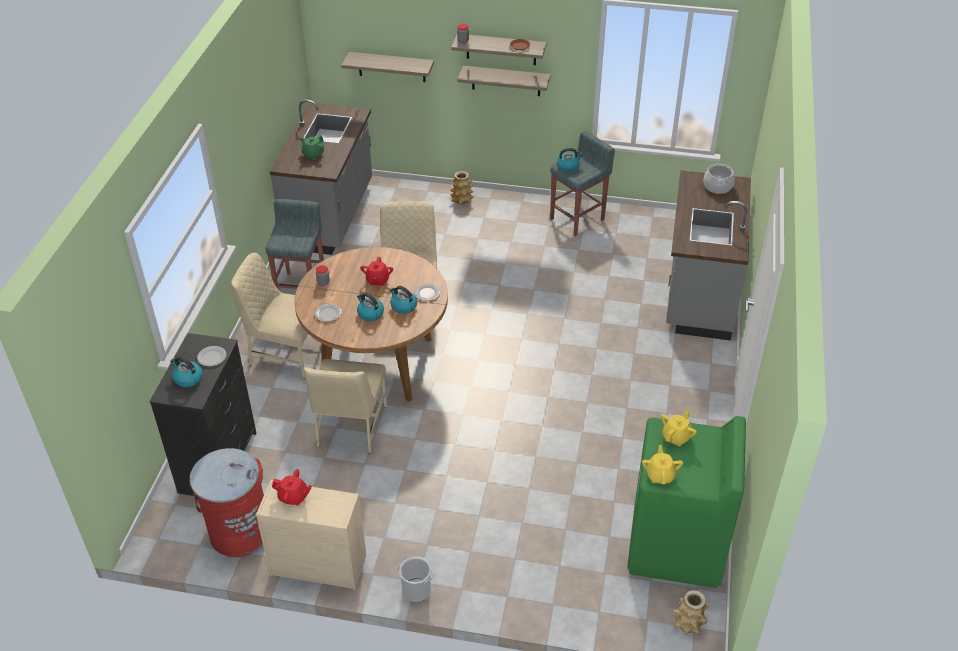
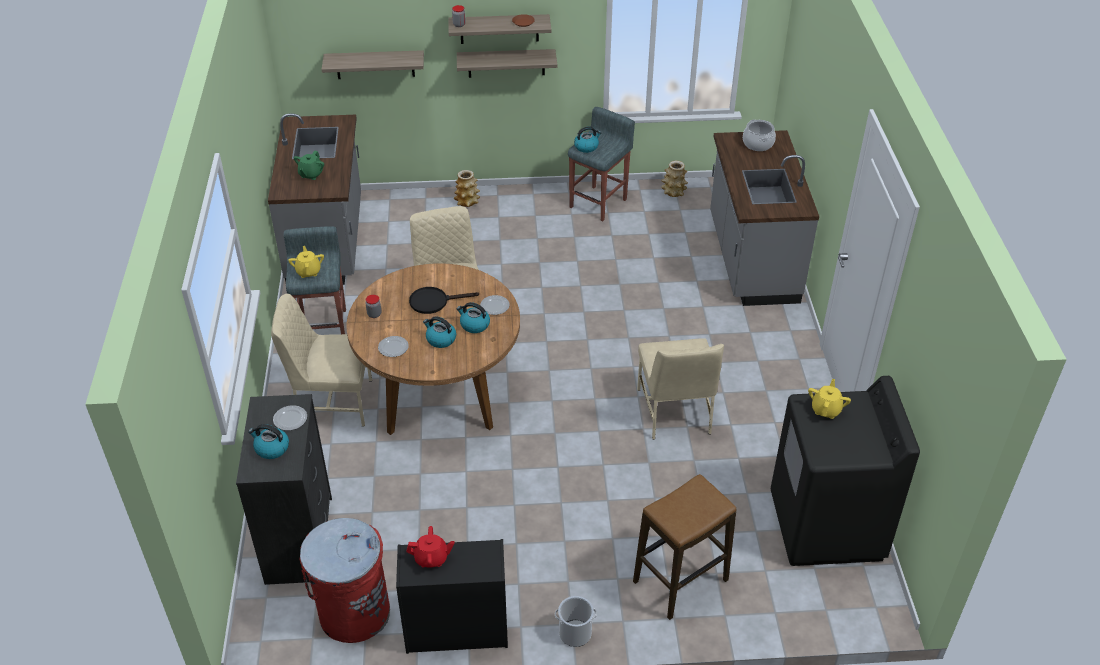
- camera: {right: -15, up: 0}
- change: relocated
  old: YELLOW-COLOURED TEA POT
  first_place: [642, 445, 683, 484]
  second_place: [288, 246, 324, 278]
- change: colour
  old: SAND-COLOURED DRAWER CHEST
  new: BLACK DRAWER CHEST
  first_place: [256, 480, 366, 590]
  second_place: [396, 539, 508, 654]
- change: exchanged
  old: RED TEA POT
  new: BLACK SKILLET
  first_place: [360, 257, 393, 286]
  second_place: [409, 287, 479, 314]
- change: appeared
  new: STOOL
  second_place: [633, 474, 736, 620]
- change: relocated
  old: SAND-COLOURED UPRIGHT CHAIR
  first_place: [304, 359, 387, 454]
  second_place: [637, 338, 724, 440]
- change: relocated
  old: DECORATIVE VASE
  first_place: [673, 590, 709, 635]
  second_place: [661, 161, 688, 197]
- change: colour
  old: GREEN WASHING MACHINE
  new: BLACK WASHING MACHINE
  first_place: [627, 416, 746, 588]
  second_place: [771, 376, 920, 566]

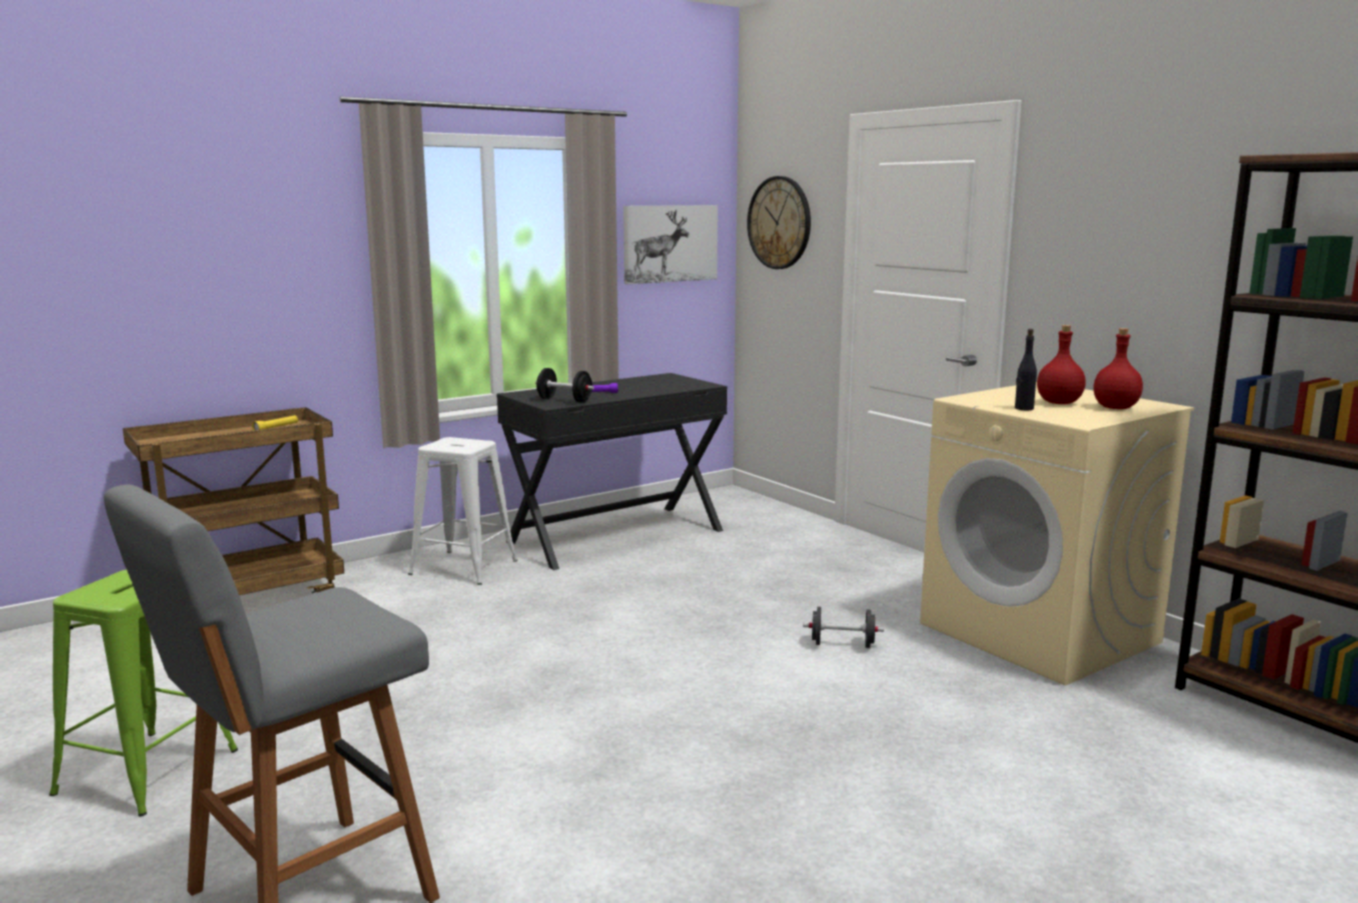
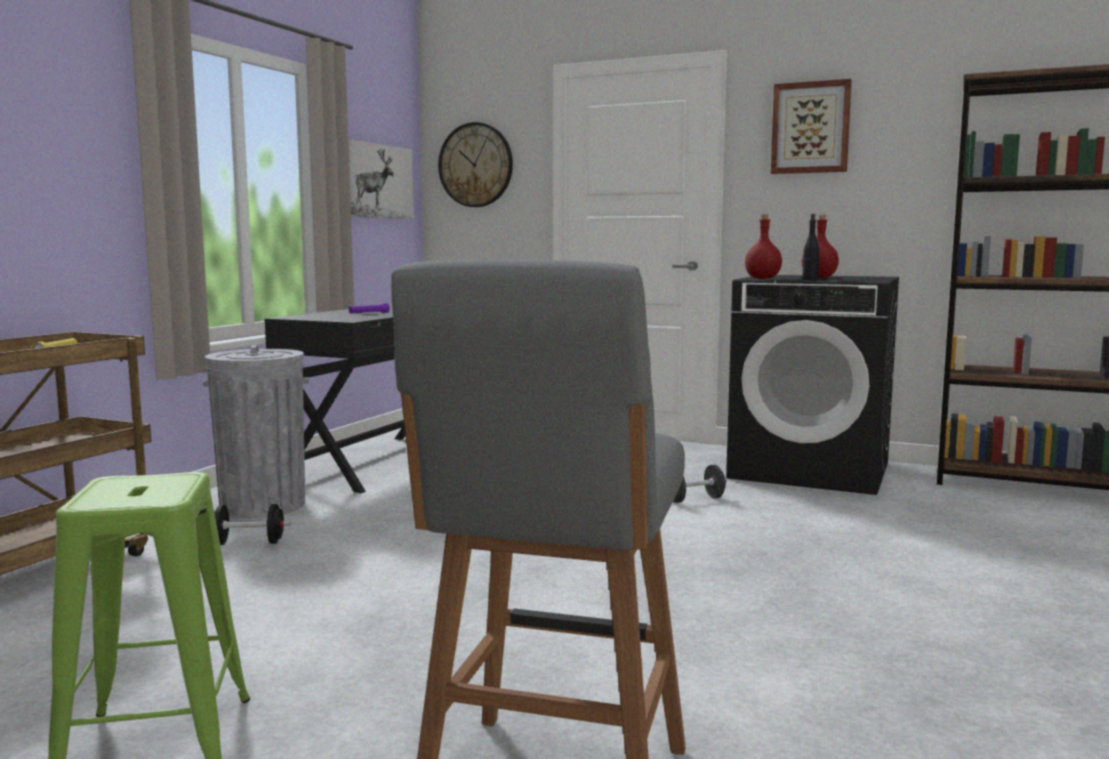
- camera: {right: -30, up: -5}
- change: exchanged
  old: WHITISH STOOL
  new: GRAY WASTE BIN
  first_place: [408, 437, 518, 585]
  second_place: [203, 345, 309, 518]
- change: relocated
  old: BLACK FREE WEIGHT
  first_place: [535, 368, 594, 403]
  second_place: [214, 504, 291, 545]
- change: colour
  old: SAND-COLOURED WASHING MACHINE
  new: BLACK WASHING MACHINE
  first_place: [920, 382, 1194, 686]
  second_place: [726, 275, 899, 495]
- change: relocated
  old: RED DRINK BOTTLE
  first_place: [1093, 328, 1143, 409]
  second_place: [745, 214, 782, 279]
- change: appeared
  new: WALL PICTURE
  second_place: [771, 79, 852, 174]

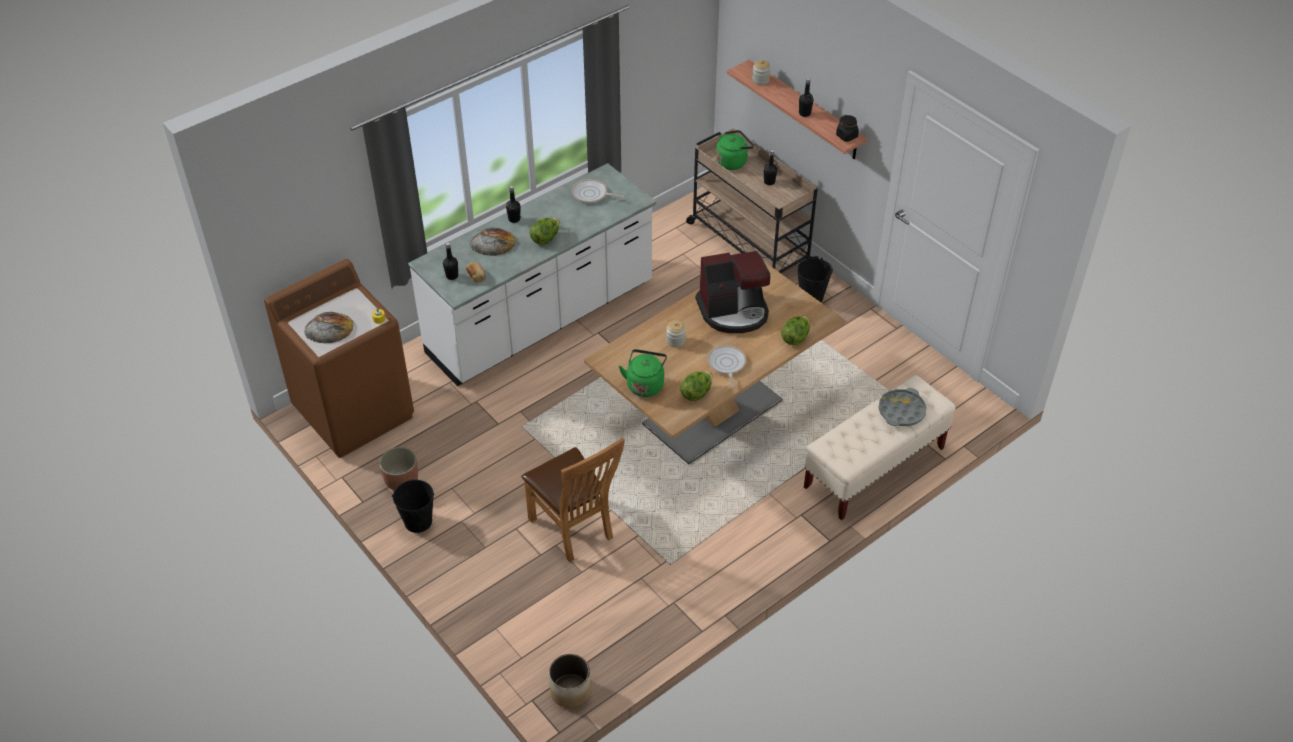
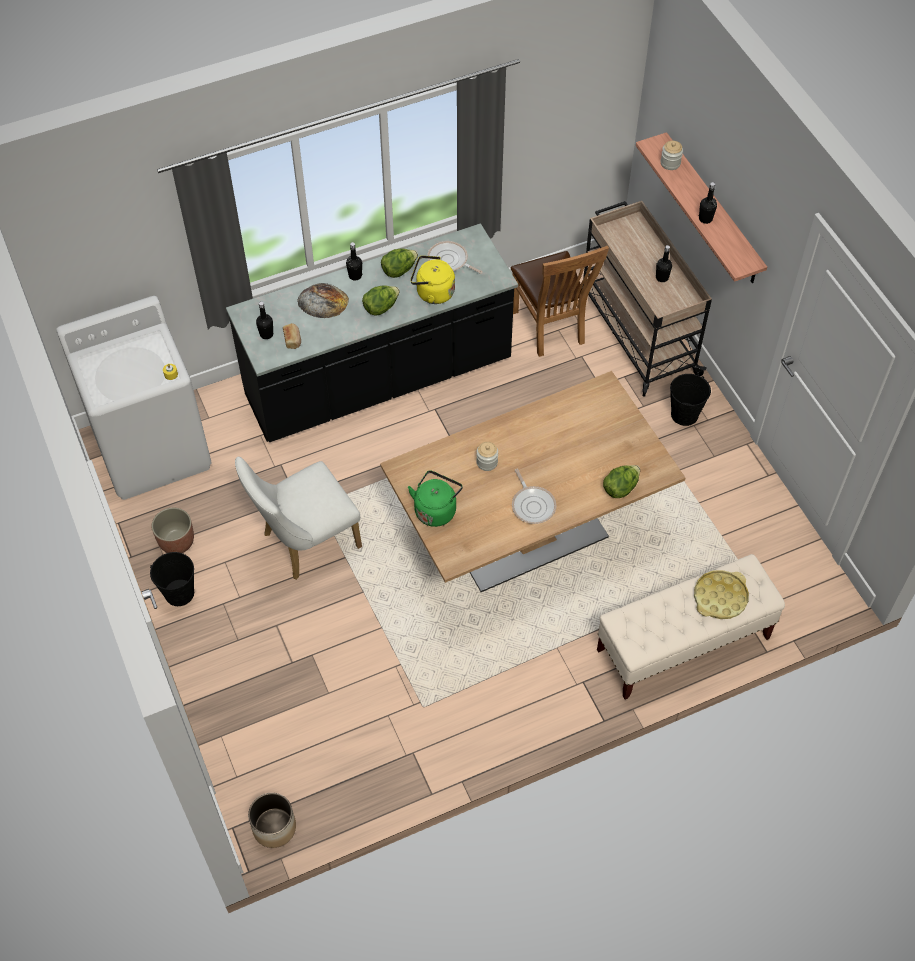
- camera: {right: 15, up: 10}
- change: colour
  old: BROWN-COLOURED WASHING MACHINE
  new: WHITISH WASHING MACHINE
  first_place: [264, 259, 414, 458]
  second_place: [56, 296, 211, 500]
- change: colour
  old: WHITISH KITCHEN COUNTER
  new: BLACK KITCHEN COUNTER
  first_place: [408, 163, 656, 386]
  second_place: [226, 223, 518, 442]
- change: appeared
  new: WHITISH UPRIGHT CHAIR
  second_place: [235, 457, 362, 580]
- change: relocated
  old: HEAD OF LETTUCE
  first_place: [680, 371, 712, 401]
  second_place: [381, 249, 418, 278]
- change: appeared
  new: YELLOW-COLOURED WATER KETTLE
  second_place: [411, 255, 455, 304]
- change: relocated
  old: BROWN-COLOURED UPRIGHT CHAIR
  first_place: [522, 437, 625, 563]
  second_place: [511, 246, 609, 357]
- change: spun
  old: SKILLET
  first_place: [707, 345, 747, 388]
  second_place: [512, 469, 556, 524]
  degrees: 150
- change: colour
  old: GRAY CARRYING TRAY
  new: YELLOW-COLOURED CARRYING TRAY
  first_place: [879, 388, 927, 426]
  second_place: [694, 570, 749, 619]
- change: missing
  old: BAKED BREAD
  first_place: [304, 312, 354, 343]
- change: missing
  old: COFFEE MAKER
  first_place: [696, 251, 770, 333]
- change: missing
  old: GREEN WATER KETTLE
  first_place: [716, 130, 754, 170]
- change: missing
  old: BLACK JAR
  first_place: [836, 115, 859, 142]

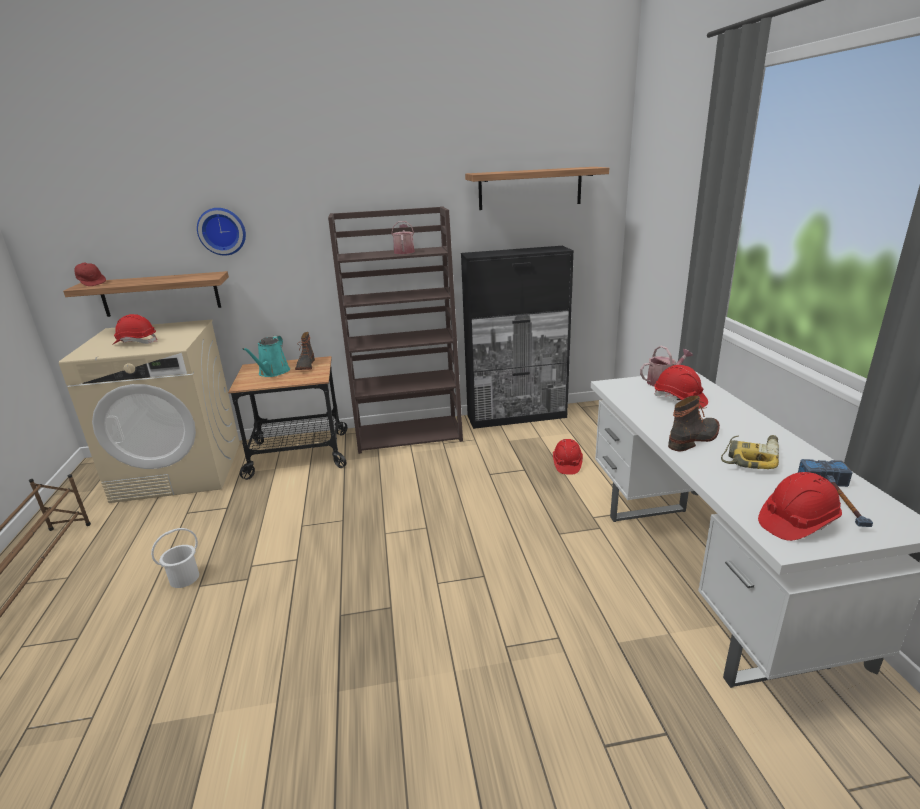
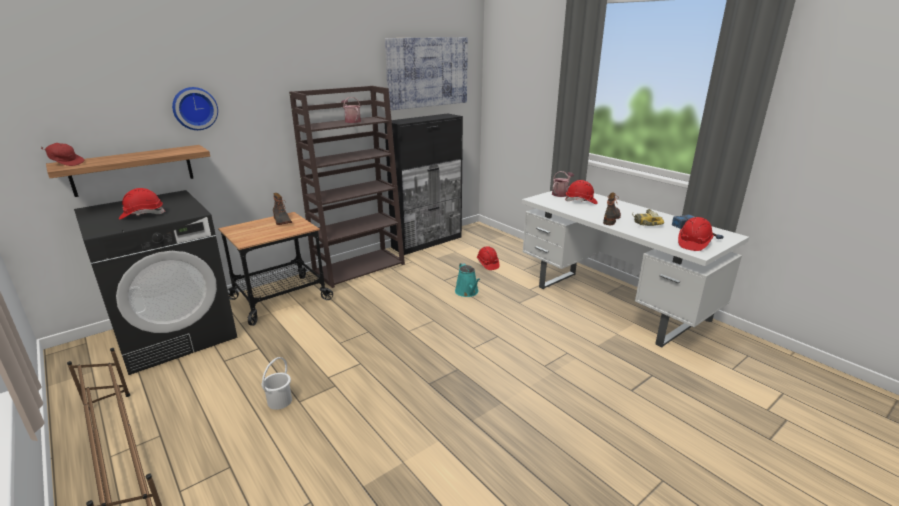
- camera: {right: -30, up: 0}
- change: colour
  old: SAND-COLOURED WASHING MACHINE
  new: BLACK WASHING MACHINE
  first_place: [59, 319, 240, 503]
  second_place: [74, 190, 237, 375]
- change: exchanged
  old: SHELF
  new: WALL PICTURE
  first_place: [465, 167, 609, 210]
  second_place: [385, 37, 468, 110]
- change: relocated
  old: TURQUOISE-COLOURED WATERING CAN
  first_place: [242, 336, 290, 377]
  second_place: [455, 263, 480, 297]

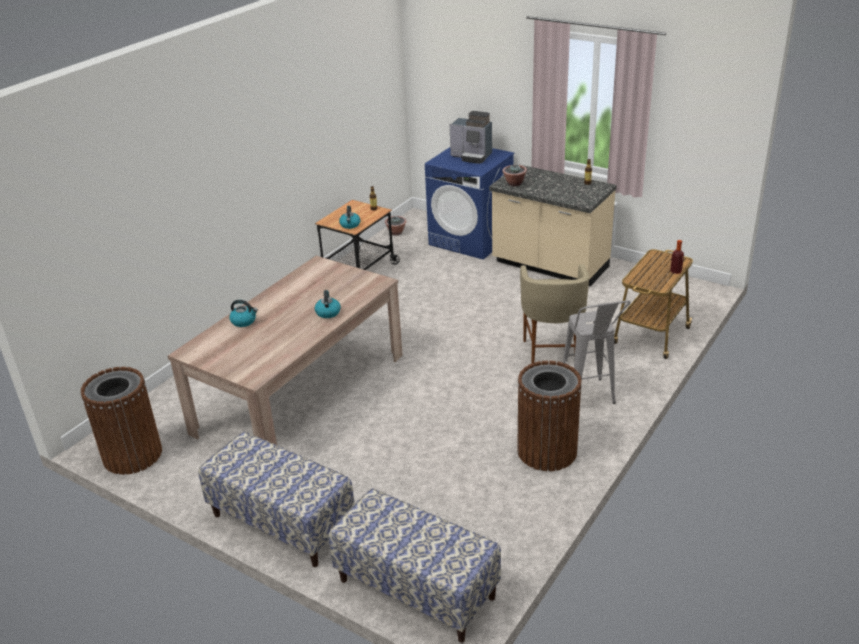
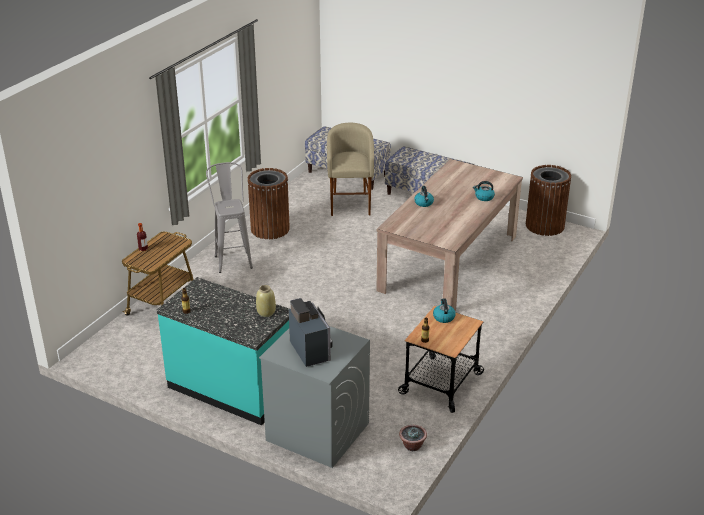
- camera: {right: 175, up: 0}
- change: colour
  old: SAND-COLOURED KITCHEN COUNTER
  new: TURQUOISE-COLOURED KITCHEN COUNTER
  first_place: [489, 164, 617, 286]
  second_place: [157, 277, 289, 425]
- change: exchanged
  old: POTTED PLANT
  new: SAND-COLOURED DECORATIVE VASE
  first_place: [502, 164, 527, 186]
  second_place: [256, 285, 276, 317]
- change: colour
  old: BLUISH WASHING MACHINE
  new: GRAY WASHING MACHINE
  first_place: [425, 147, 514, 260]
  second_place: [259, 326, 370, 468]
- change: spun
  old: COFFEE MAKER
  first_place: [450, 111, 492, 164]
  second_place: [289, 298, 333, 367]
  degrees: 45
- change: relocated
  old: SAND-COLOURED STOOL
  first_place: [520, 264, 589, 364]
  second_place: [327, 122, 374, 216]

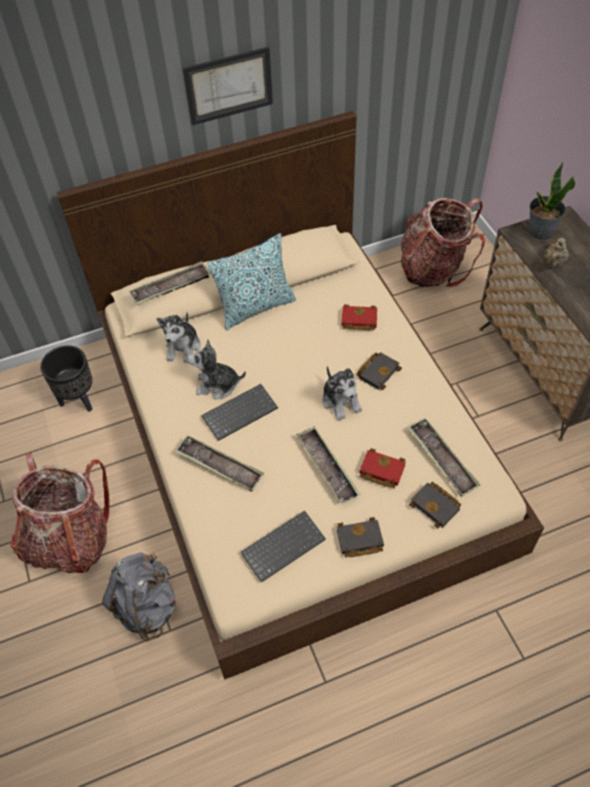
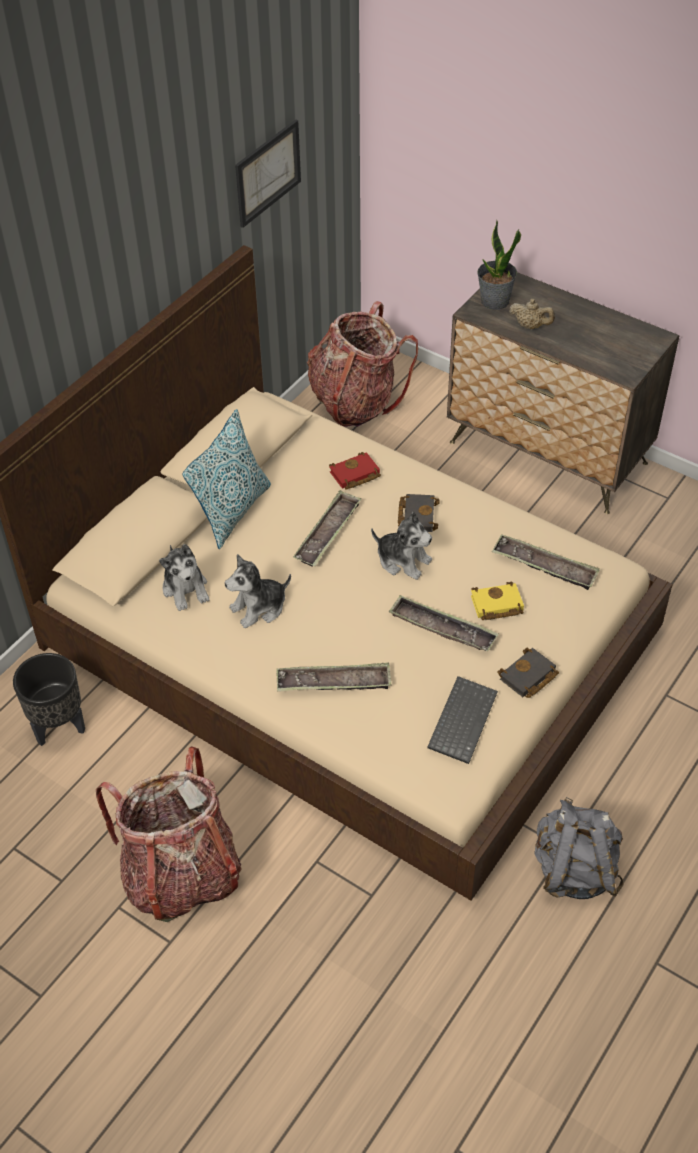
- camera: {right: -35, up: -5}
- change: relocated
  old: WALL PICTURE
  first_place: [183, 47, 273, 125]
  second_place: [235, 120, 301, 228]
- change: relocated
  old: CARRYING TRAY
  first_place: [129, 261, 211, 304]
  second_place: [293, 490, 361, 567]
- change: colour
  old: RED BOOK
  new: YELLOW-COLOURED BOOK
  first_place: [359, 448, 406, 488]
  second_place: [471, 581, 524, 620]
- change: spun
  old: SAND-COLOURED TEA POT
  first_place: [544, 238, 569, 269]
  second_place: [509, 299, 555, 329]
  degrees: -60
- change: relocated
  old: GRAY RUCKSACK
  first_place: [102, 552, 176, 641]
  second_place: [534, 797, 624, 899]
- change: missing
  old: KEYBOARD
  first_place: [201, 384, 278, 441]
- change: missing
  old: BLACK BOOK
  first_place: [409, 482, 461, 529]

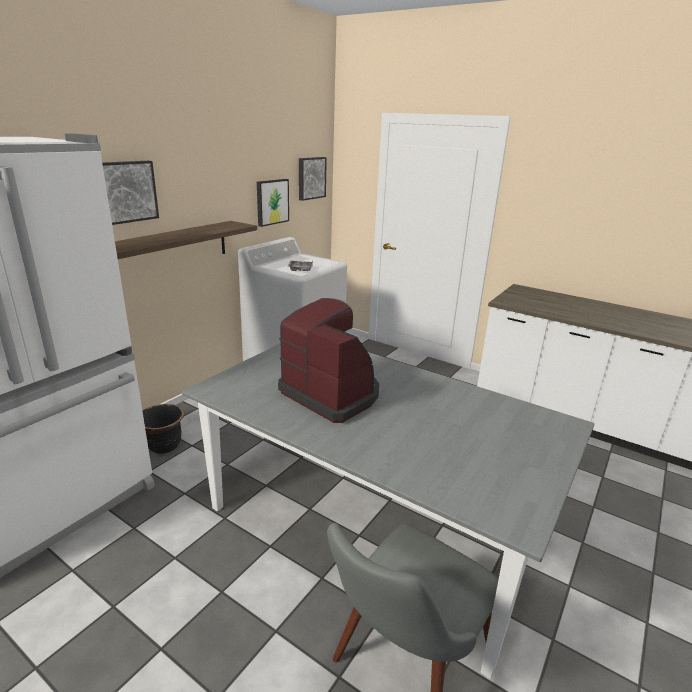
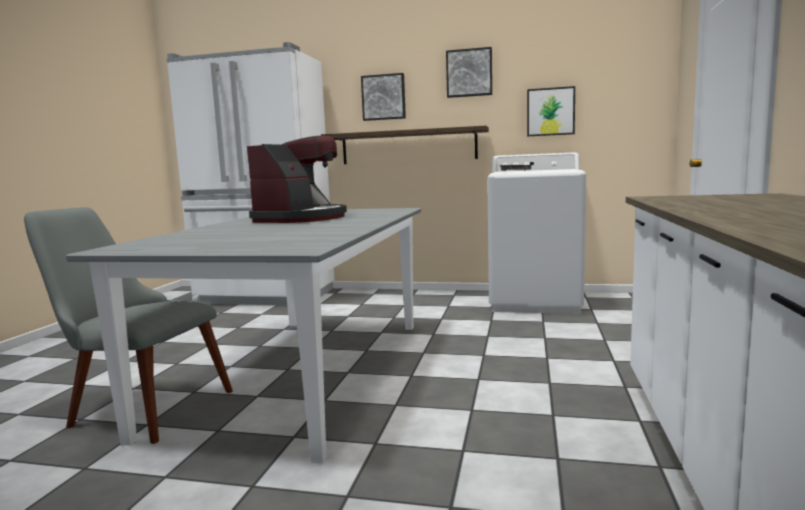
- camera: {right: 70, up: -15}
- change: relocated
  old: WALL PICTURE
  first_place: [299, 157, 327, 201]
  second_place: [446, 47, 492, 98]
- change: missing
  old: BLACK FLOWER POT
  first_place: [142, 404, 184, 454]

